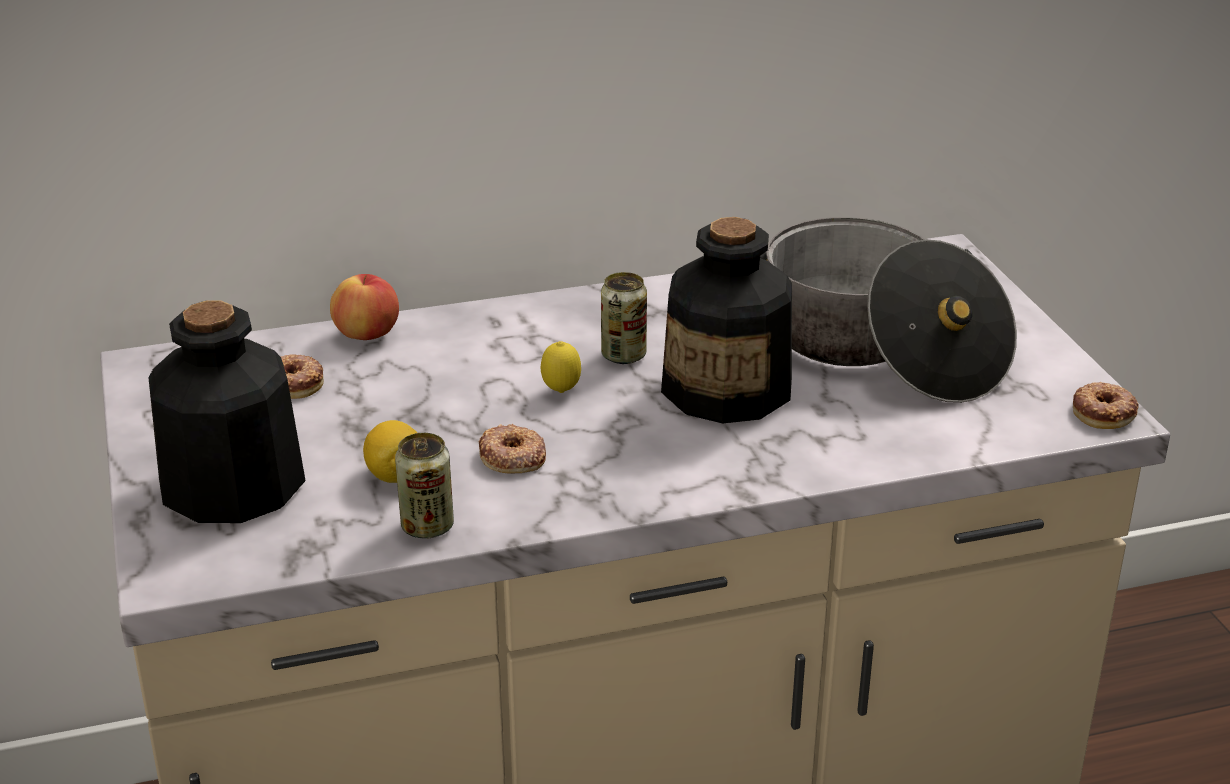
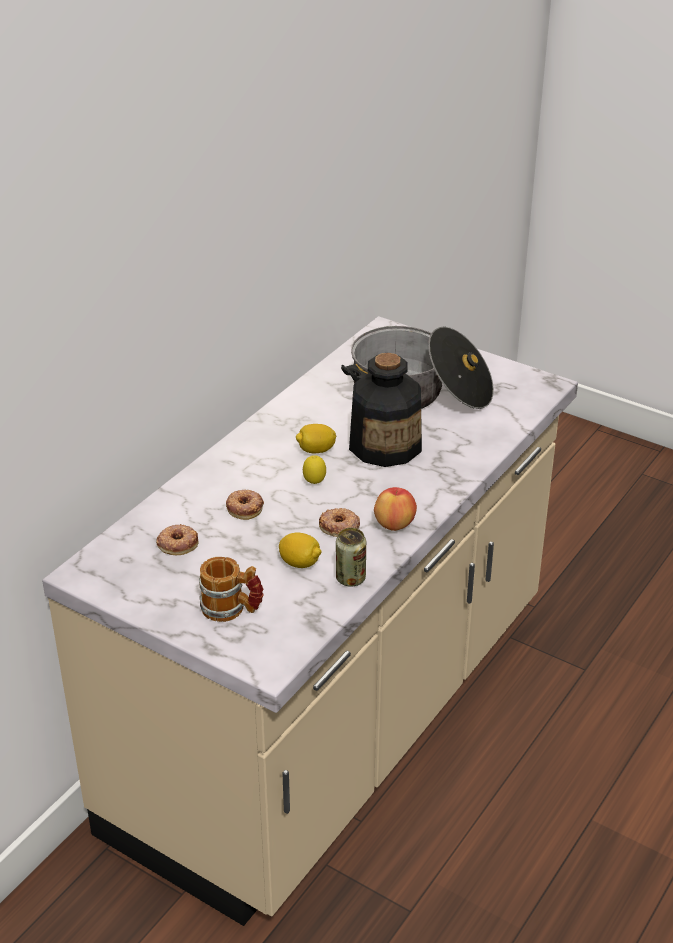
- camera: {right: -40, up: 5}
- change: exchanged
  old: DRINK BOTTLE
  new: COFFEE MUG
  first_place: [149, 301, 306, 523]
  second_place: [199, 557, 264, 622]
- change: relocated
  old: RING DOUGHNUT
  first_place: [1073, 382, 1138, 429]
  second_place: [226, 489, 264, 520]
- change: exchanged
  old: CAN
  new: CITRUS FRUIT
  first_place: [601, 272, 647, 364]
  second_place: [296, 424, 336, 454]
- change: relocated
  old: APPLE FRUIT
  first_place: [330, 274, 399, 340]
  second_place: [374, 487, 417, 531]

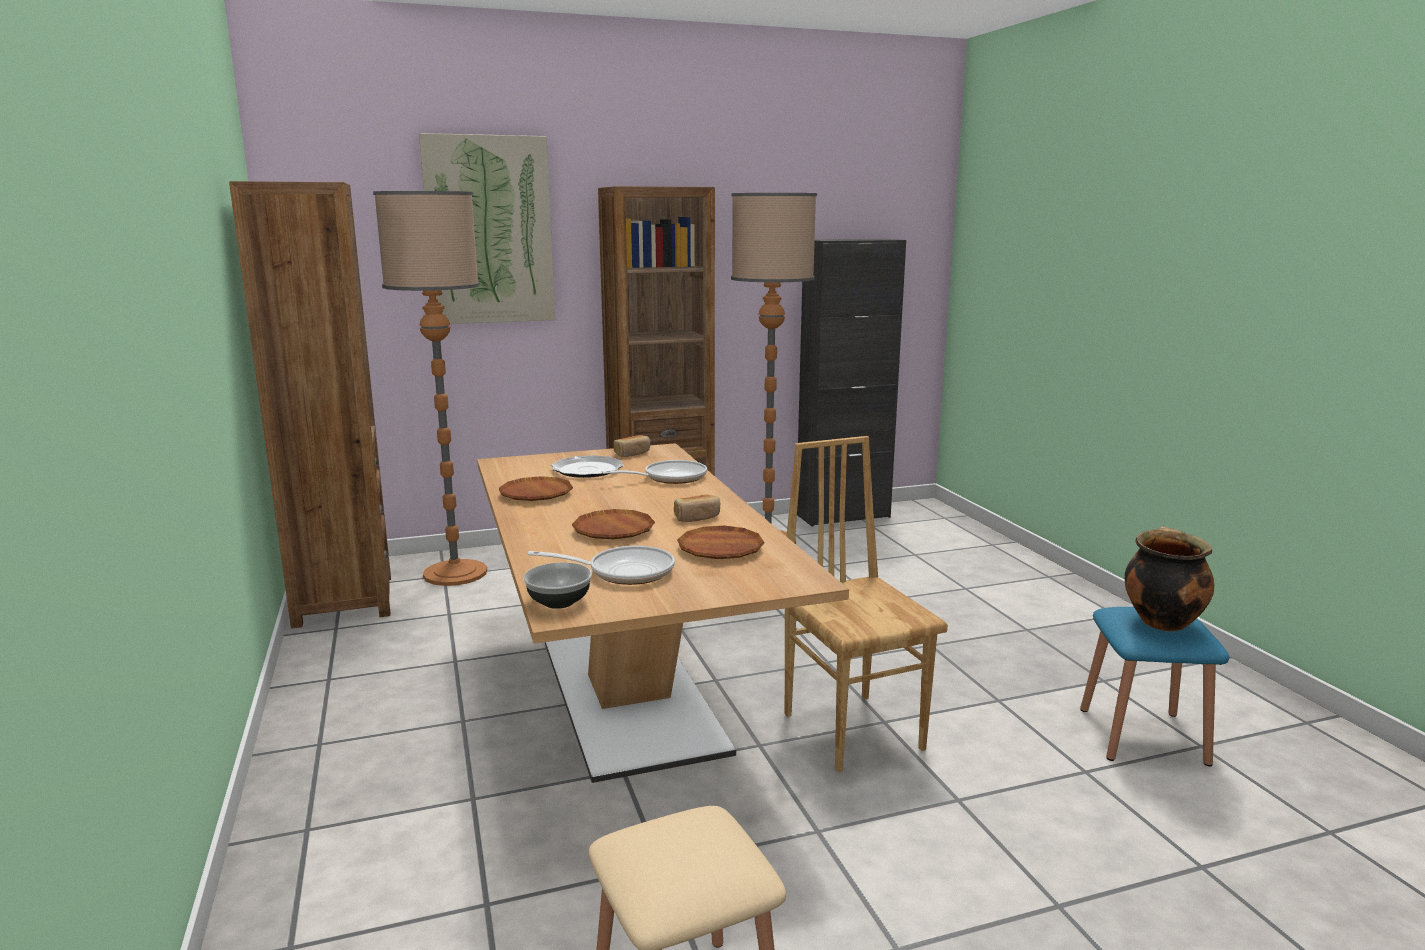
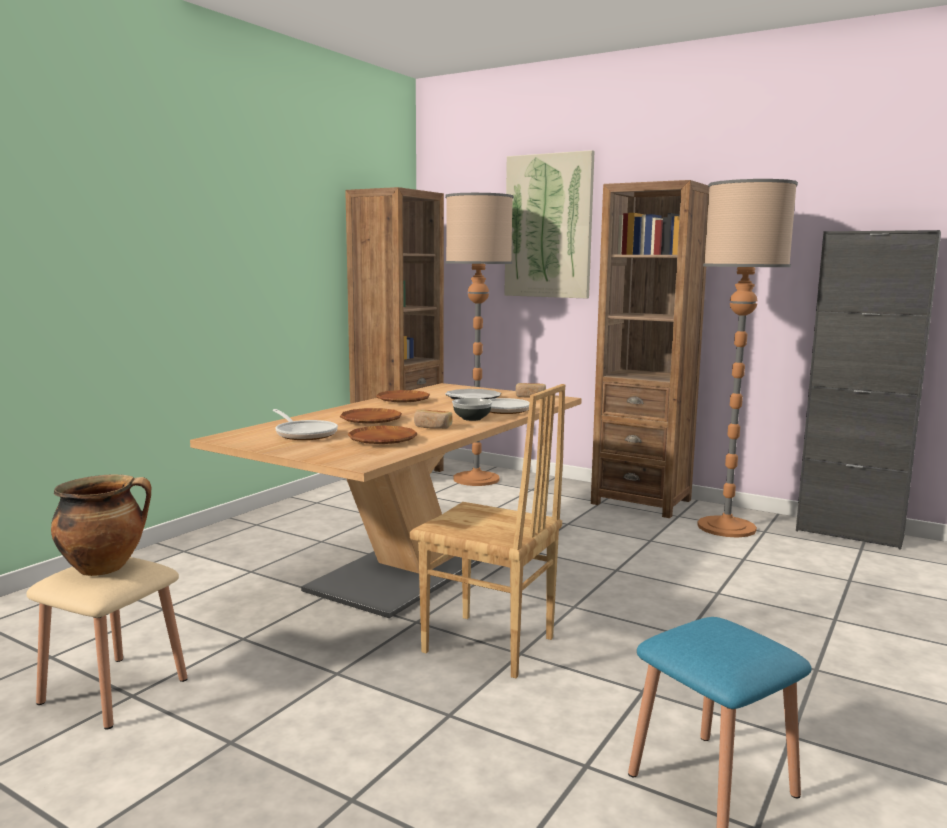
- camera: {right: 50, up: -5}
- change: relocated
  old: SAUCEPOT
  first_place: [1125, 527, 1214, 631]
  second_place: [51, 474, 151, 576]
- change: spun
  old: BROWN-COLOURED UPRIGHT CHAIR
  first_place: [785, 436, 948, 772]
  second_place: [410, 384, 565, 678]
  degrees: 90
- change: relocated
  old: SERVING BOWL
  first_place: [523, 562, 592, 609]
  second_place: [452, 398, 493, 421]

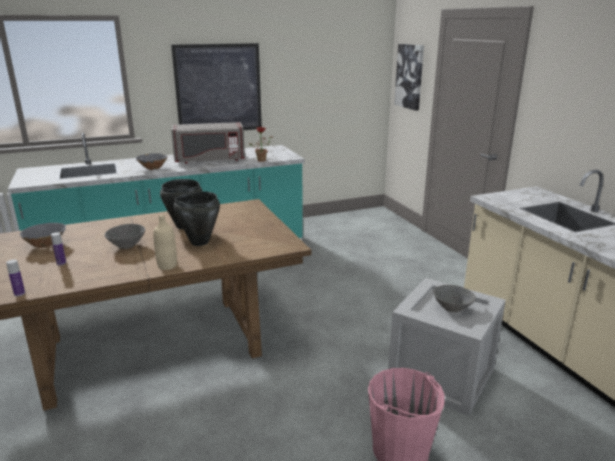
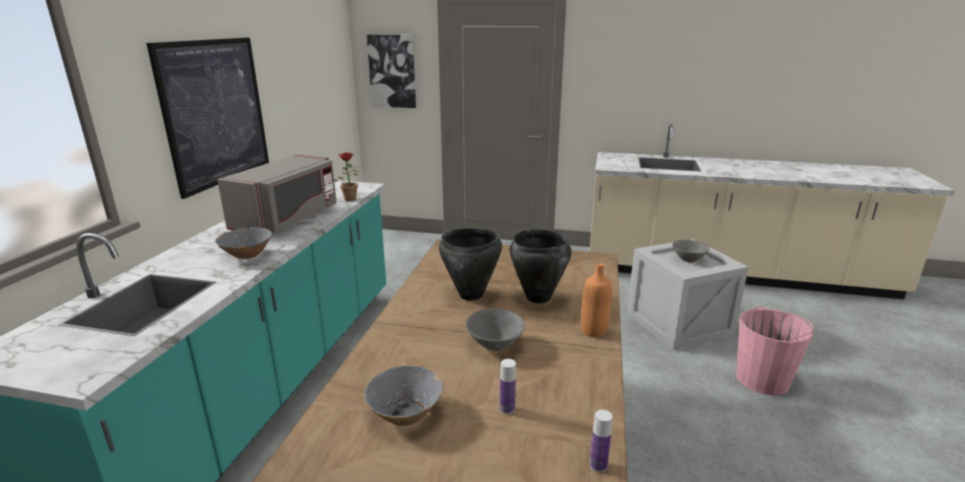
- camera: {right: -55, up: 0}
- change: colour
  old: SAND-COLOURED DRINK BOTTLE
  new: ORANGE DRINK BOTTLE
  first_place: [153, 215, 177, 270]
  second_place: [581, 263, 612, 337]

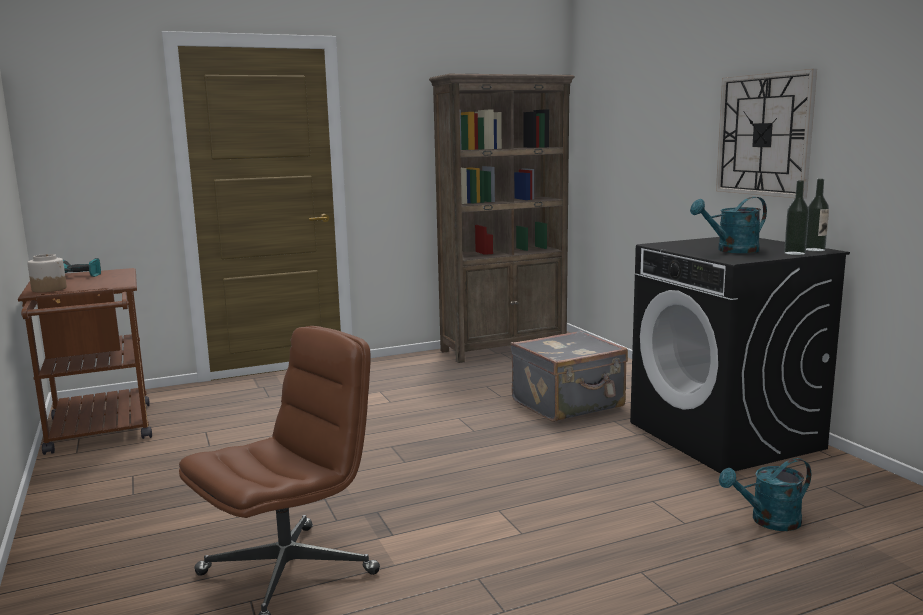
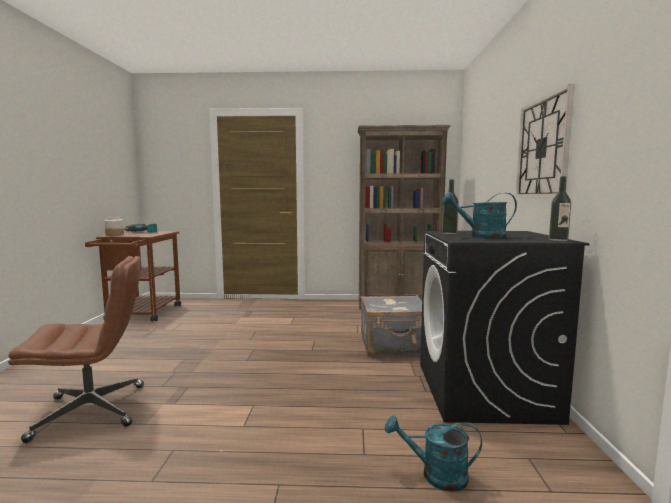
- camera: {right: 25, up: -5}
- change: relocated
  old: DRINK BOTTLE
  first_place: [784, 180, 809, 255]
  second_place: [442, 179, 459, 234]

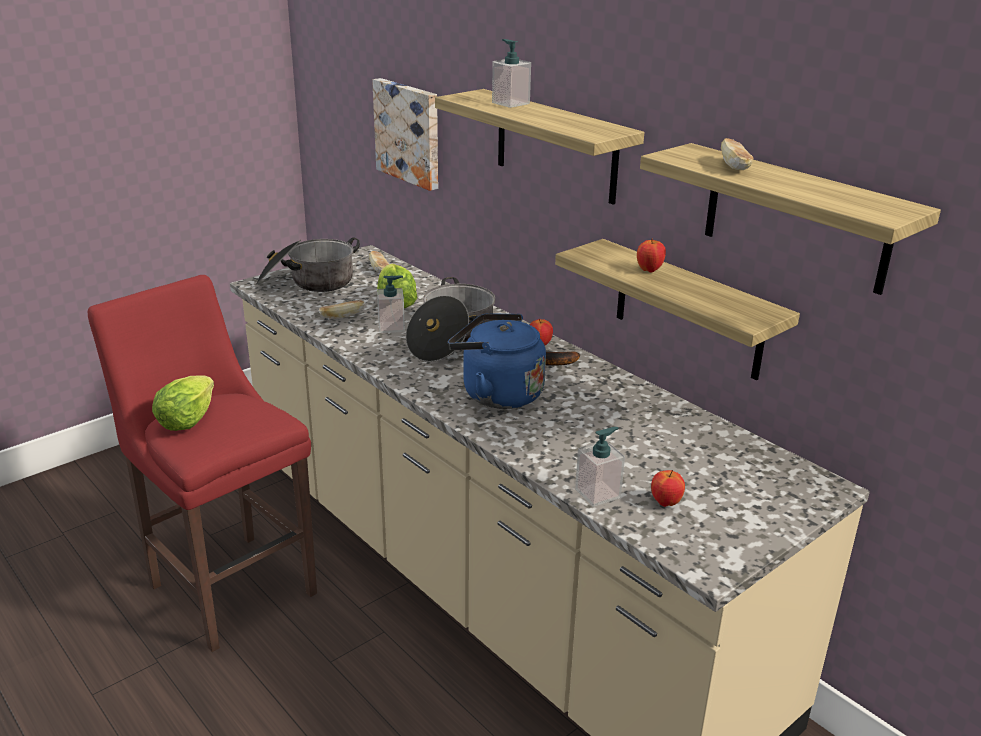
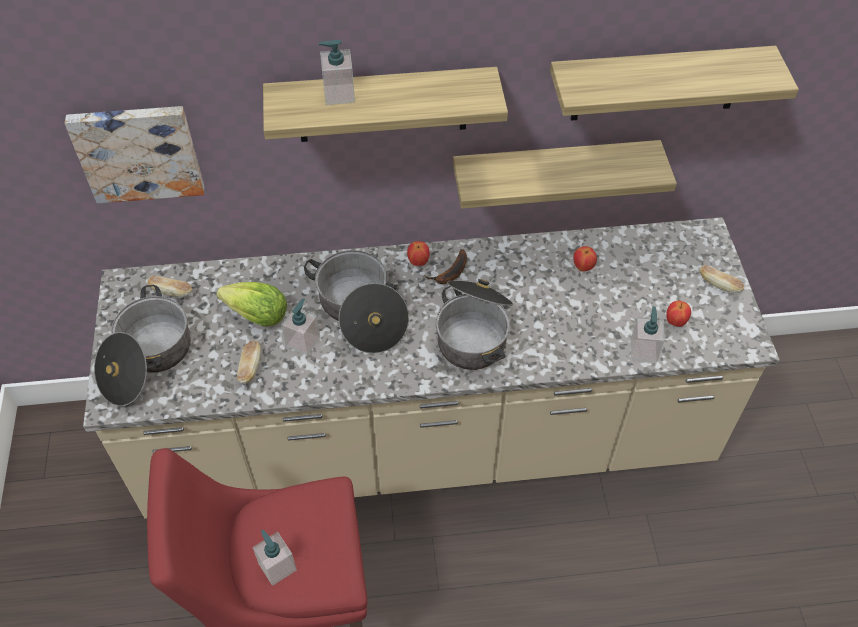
- camera: {right: -55, up: 25}
- change: exchanged
  old: HEAD OF LETTUCE
  new: LIQUID SOAP BOTTLE
  first_place: [152, 375, 214, 431]
  second_place: [253, 530, 297, 586]
- change: exchanged
  old: BLUISH WATER KETTLE
  new: SAUCEPOT
  first_place: [448, 313, 546, 409]
  second_place: [436, 279, 513, 370]
- change: relocated
  old: APPLE FRUIT
  first_place: [637, 239, 666, 272]
  second_place: [573, 246, 597, 272]
- change: relocated
  old: BAKED BREAD
  first_place: [721, 138, 753, 170]
  second_place: [699, 265, 744, 293]

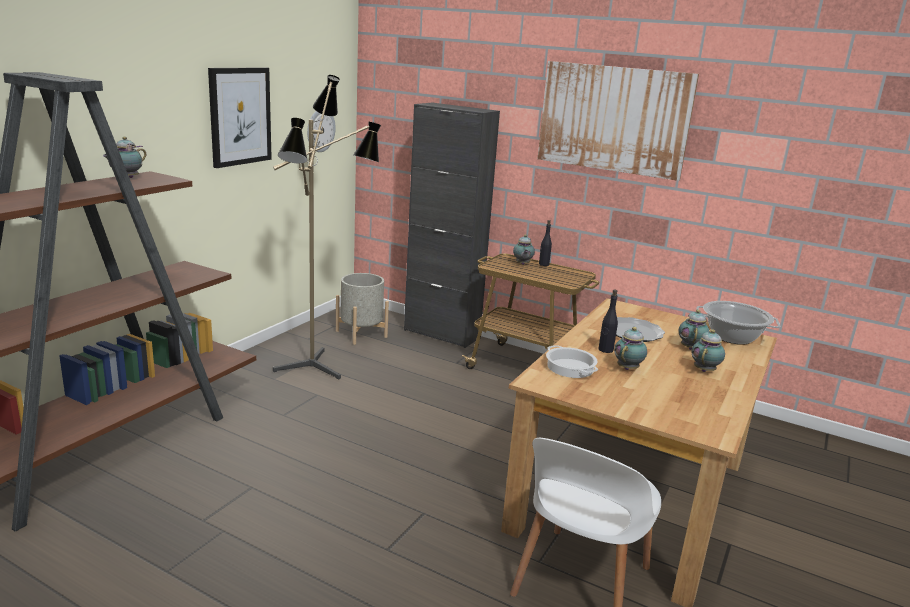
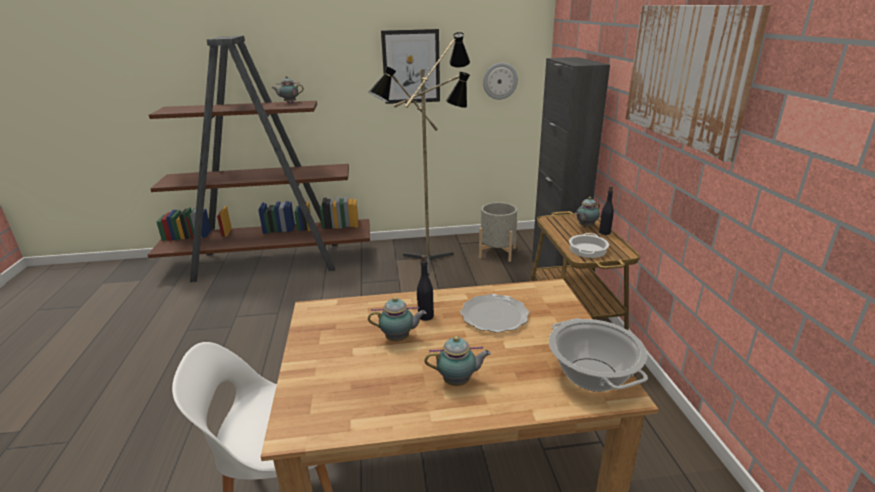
- camera: {right: 55, up: 5}
- change: relocated
  old: SAUCEPOT
  first_place: [546, 345, 599, 378]
  second_place: [569, 233, 609, 258]
- change: missing
  old: TEA POT
  first_place: [678, 310, 710, 350]

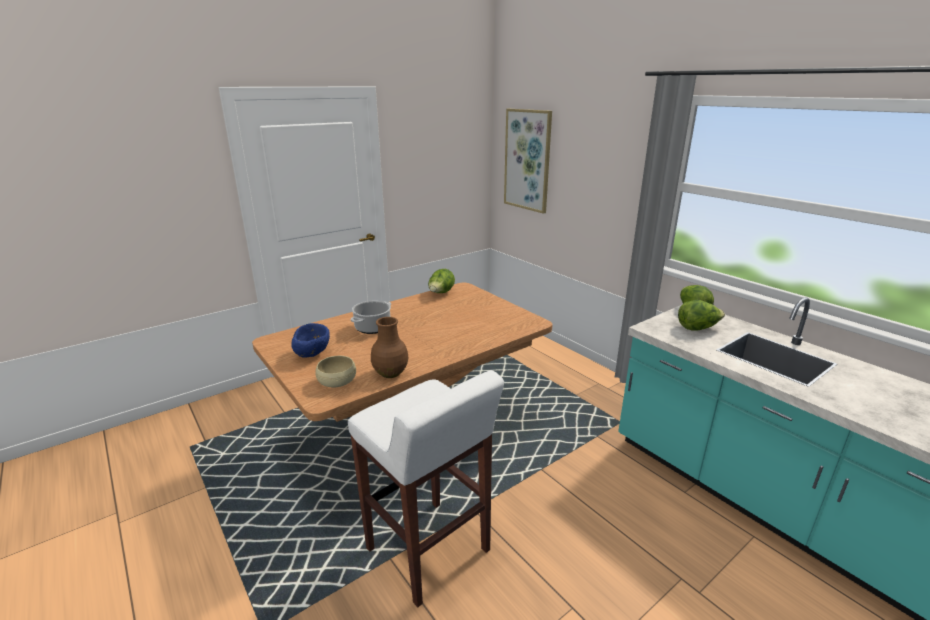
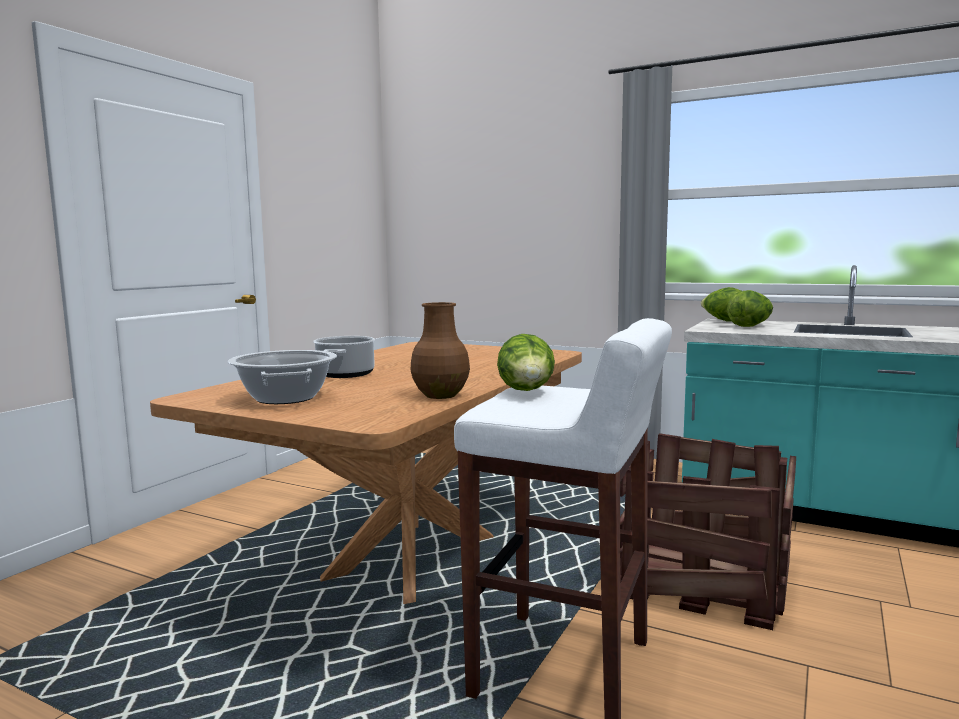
- camera: {right: -25, up: -15}
- change: exchanged
  old: BLUISH SERVING BOWL
  new: SAUCEPOT
  first_place: [291, 323, 330, 358]
  second_place: [228, 350, 337, 404]
- change: relocated
  old: HEAD OF LETTUCE
  first_place: [428, 269, 455, 293]
  second_place: [497, 334, 555, 391]
- change: appeared
  new: PACKING CRATE
  second_place: [620, 433, 796, 630]
- change: missing
  old: SAND-COLOURED SERVING BOWL
  first_place: [315, 356, 356, 388]
- change: missing
  old: WALL PICTURE
  first_place: [504, 109, 552, 214]

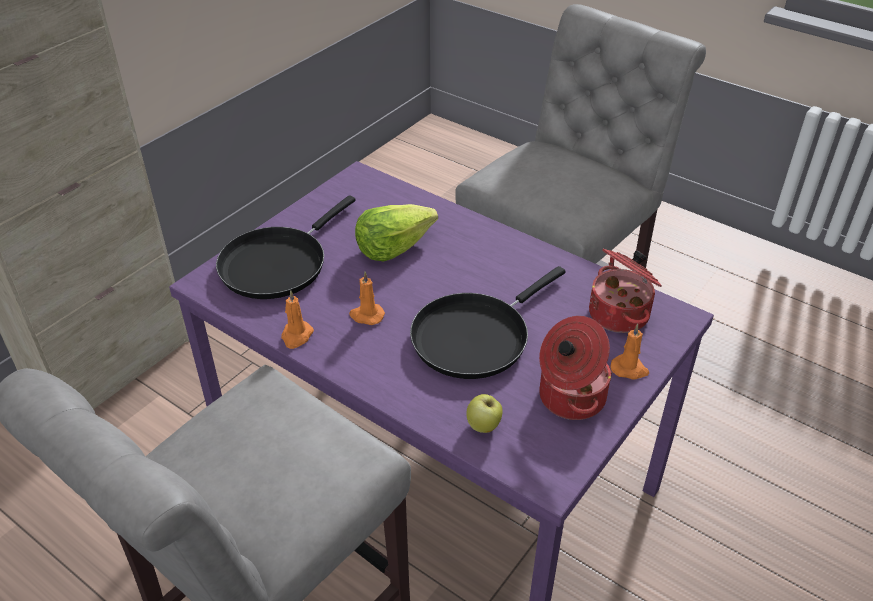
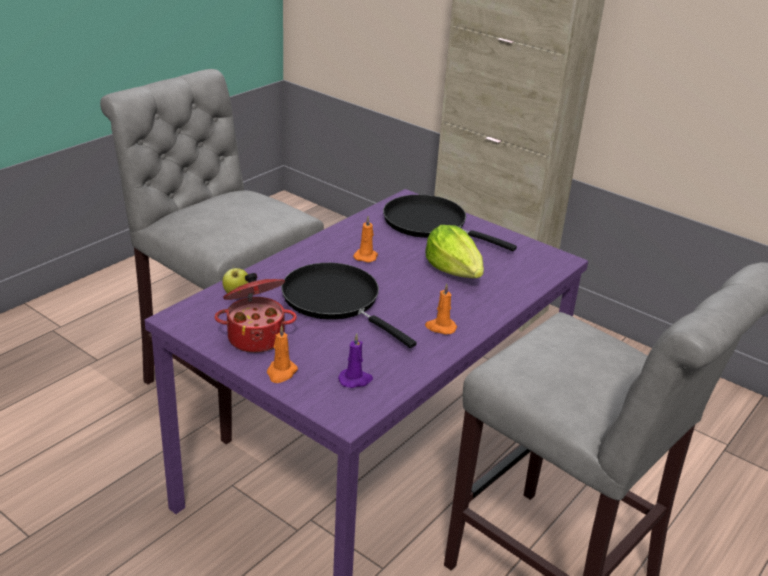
- camera: {right: 90, up: -10}
- change: exchanged
  old: SAUCEPOT
  new: PURPLE-COLOURED WAX LIGHT
  first_place: [589, 249, 662, 333]
  second_place: [338, 333, 373, 388]
- change: relocated
  old: ORANGE WAX LIGHT
  first_place: [281, 290, 314, 349]
  second_place: [425, 283, 457, 335]

